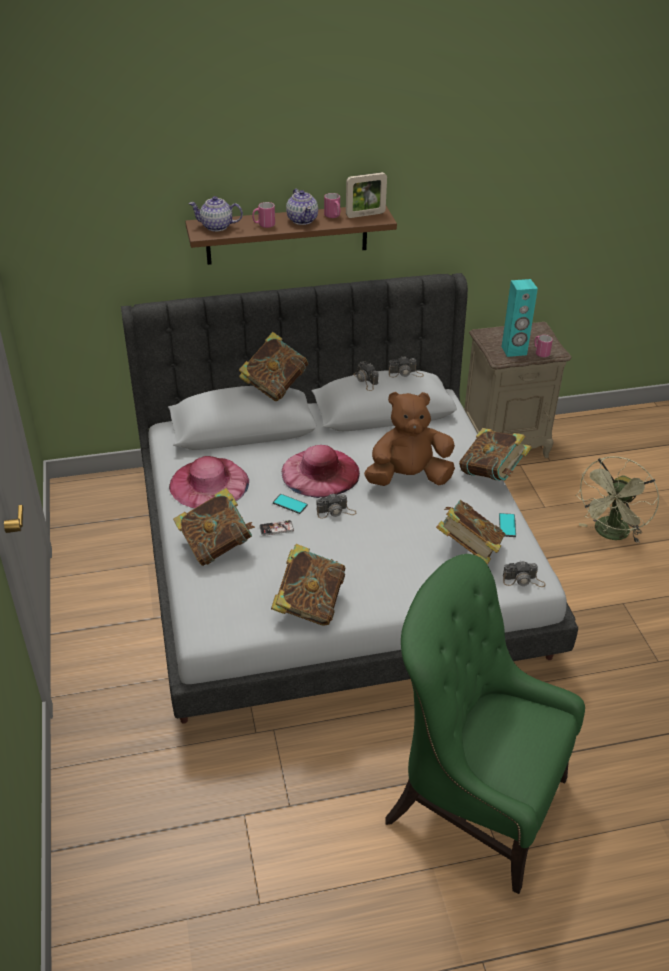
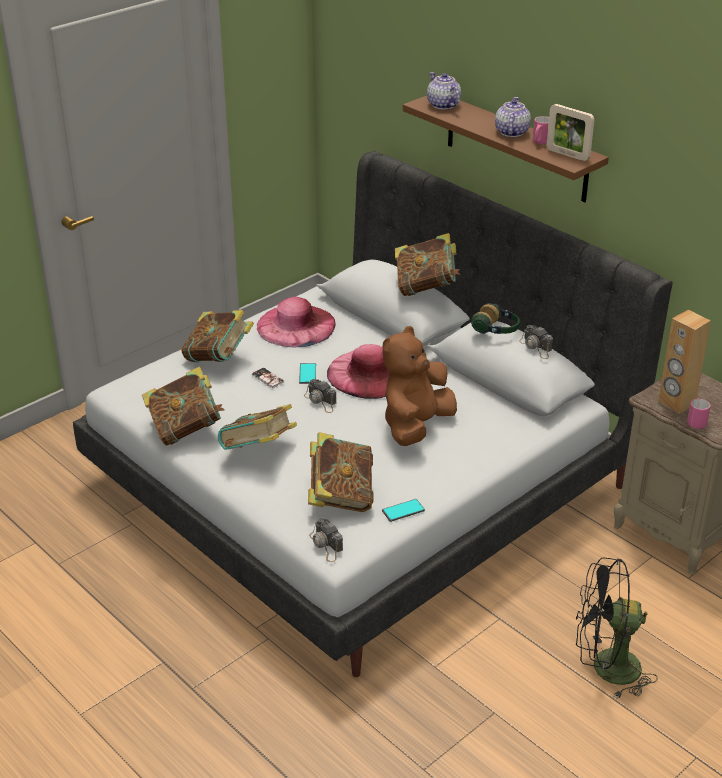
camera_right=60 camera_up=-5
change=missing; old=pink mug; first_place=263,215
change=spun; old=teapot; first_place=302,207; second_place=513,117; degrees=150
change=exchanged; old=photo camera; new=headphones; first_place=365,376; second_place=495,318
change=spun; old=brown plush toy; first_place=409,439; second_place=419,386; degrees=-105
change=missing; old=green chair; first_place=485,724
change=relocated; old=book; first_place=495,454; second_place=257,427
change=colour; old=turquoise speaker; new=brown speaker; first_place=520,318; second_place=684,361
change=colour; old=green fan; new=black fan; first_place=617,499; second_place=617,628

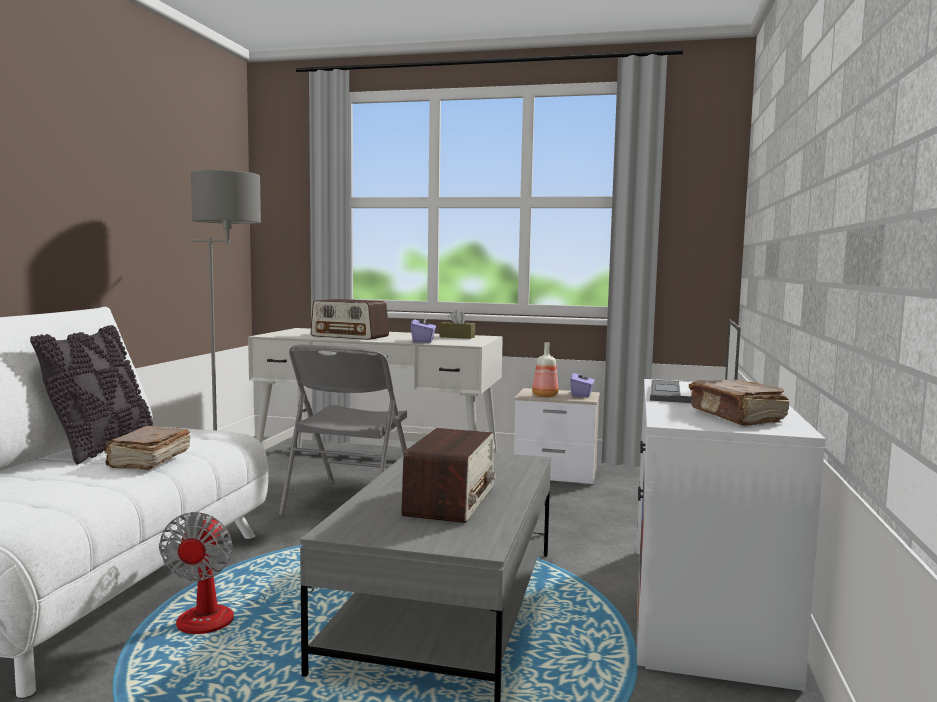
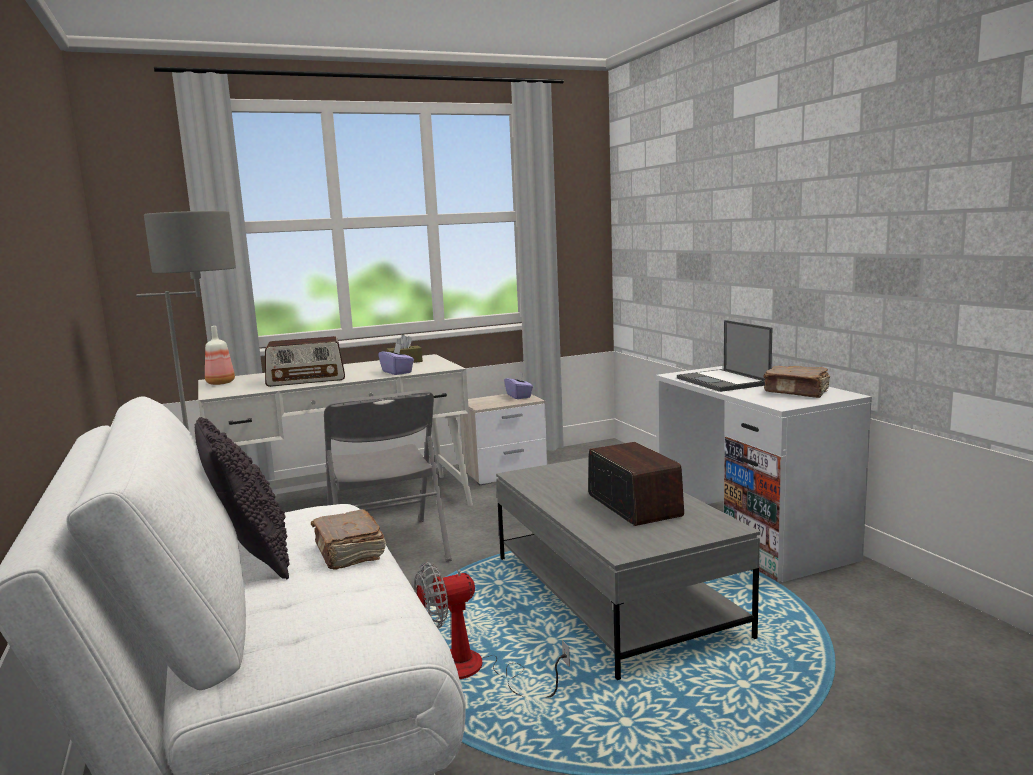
camera_right=-35 camera_up=5
change=spun; old=fan; first_place=236,573; second_place=492,630; degrees=105
change=relocated; old=bottle; first_place=545,369; second_place=220,355

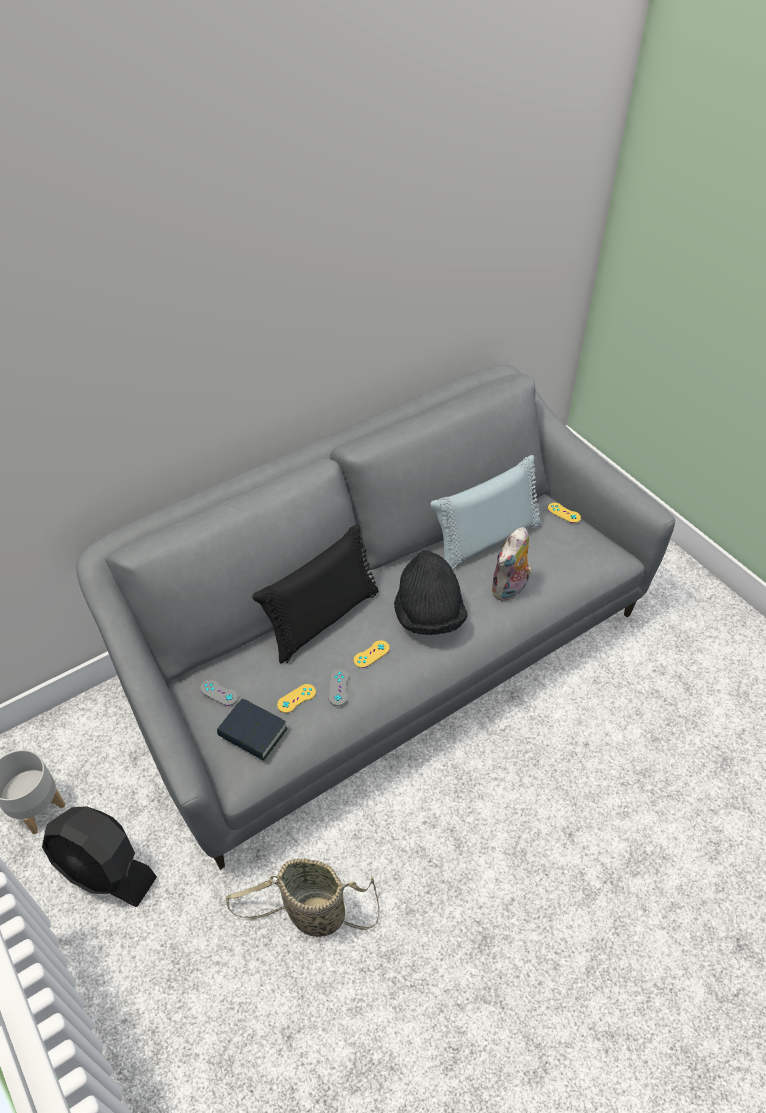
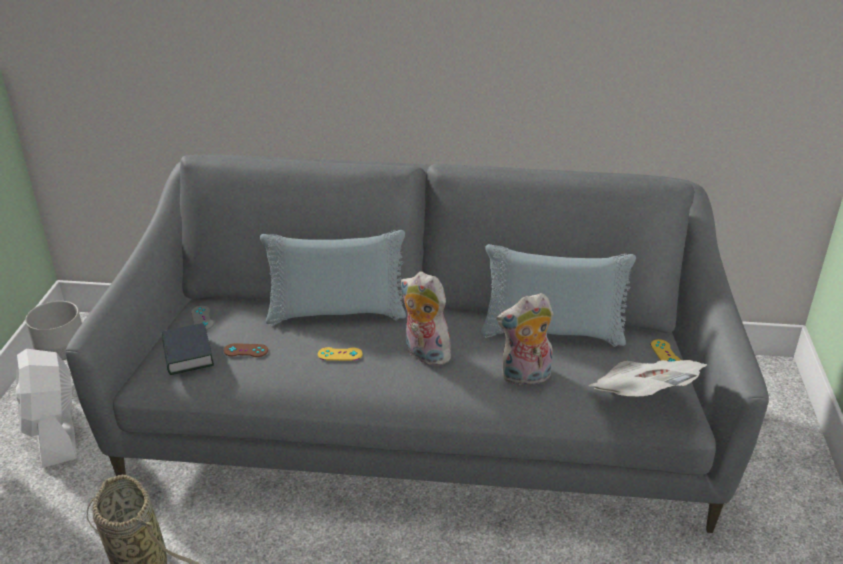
camera_right=40 camera_up=-15
change=colour; old=black fan; new=white fan; first_place=99,856; second_place=46,408
change=colour; old=black pillow; new=blue pillow; first_place=315,594; second_place=333,278
change=colour; old=yellow game controller; new=brown game controller; first_place=296,698; second_place=246,350
change=missing; old=grey game controller; first_place=339,688
change=exchanged; old=black hat; new=plush toy; first_place=431,592; second_place=427,319
change=appeared; new=newspaper; second_place=648,378

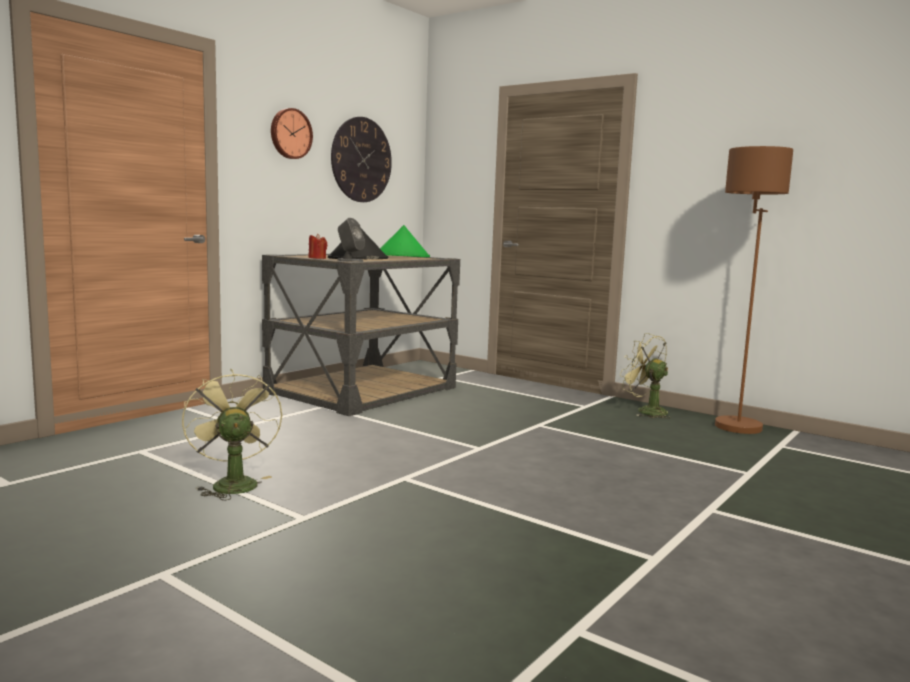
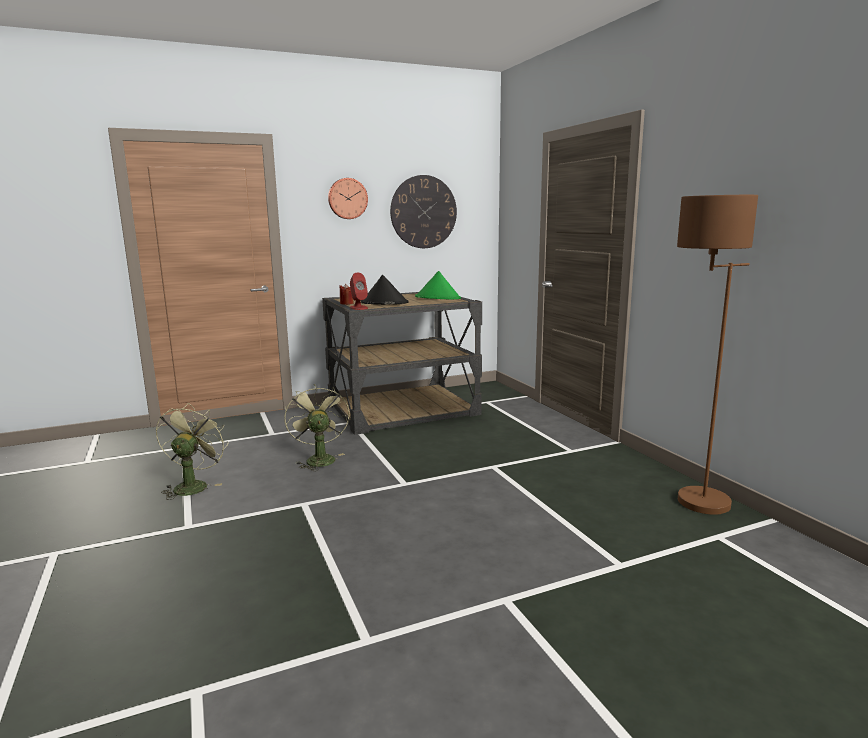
camera_right=30 camera_up=5
change=colour; old=grey speaker; new=red speaker; first_place=351,240; second_place=359,291
change=relocated; old=green fan; first_place=645,376; second_place=317,427

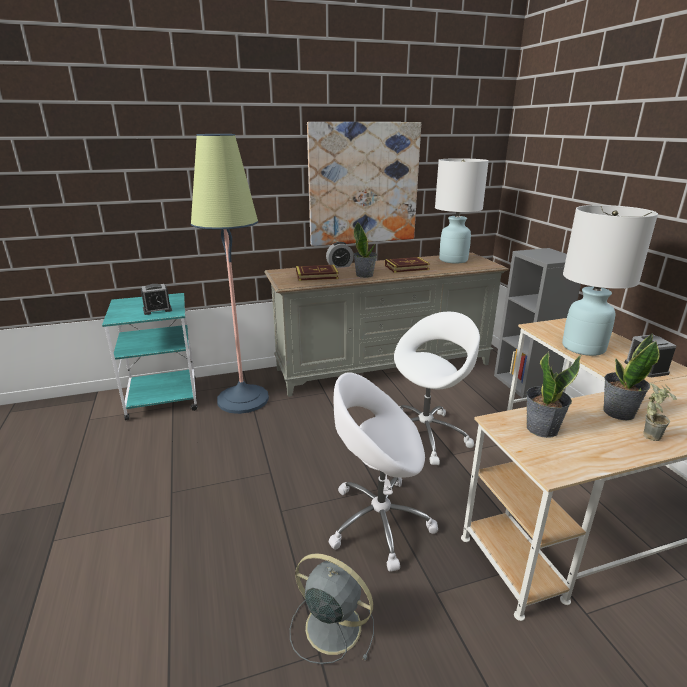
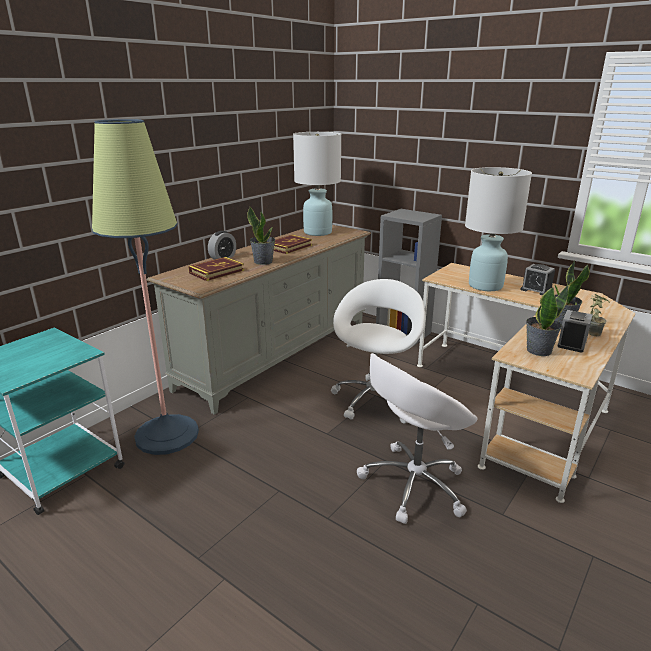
camera_right=-35 camera_up=0
change=relocated; old=alarm clock; first_place=156,299; second_place=575,331
change=missing; old=grey fan; first_place=332,608
change=missing; old=picture; first_place=364,184

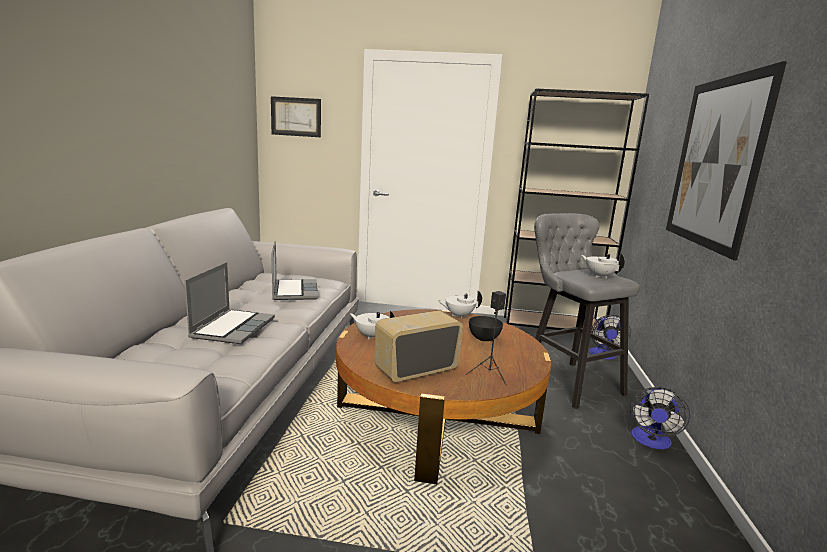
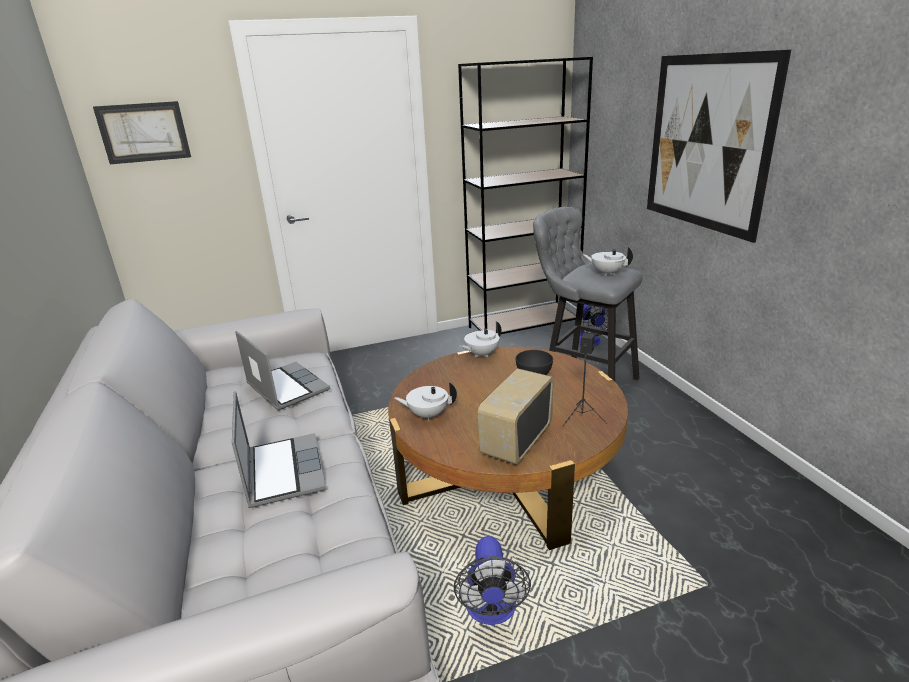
camera_right=-25 camera_up=10
change=relocated; old=fan; first_place=660,418; second_place=492,580

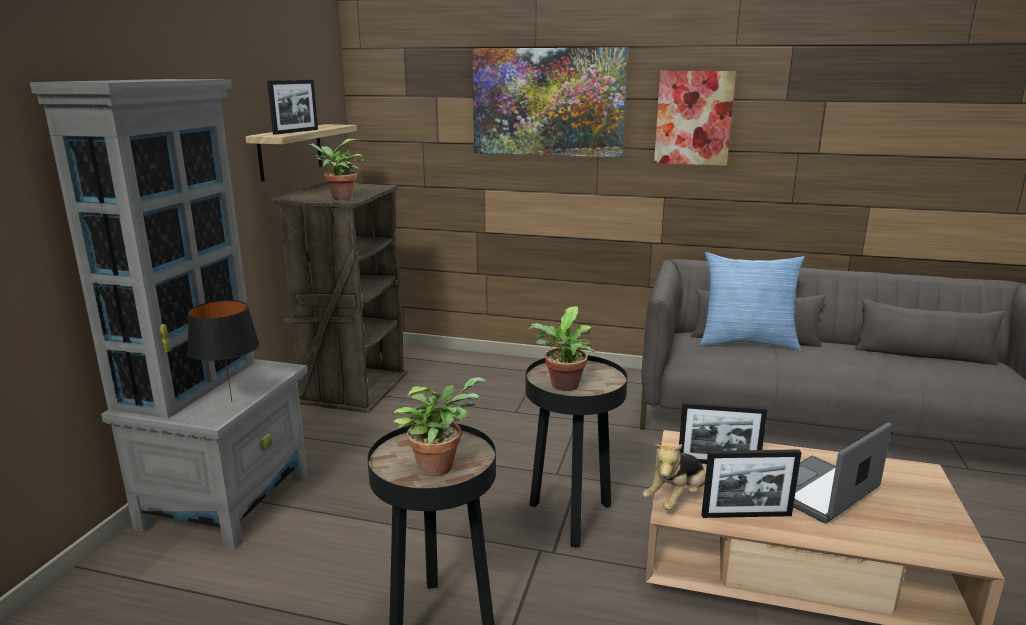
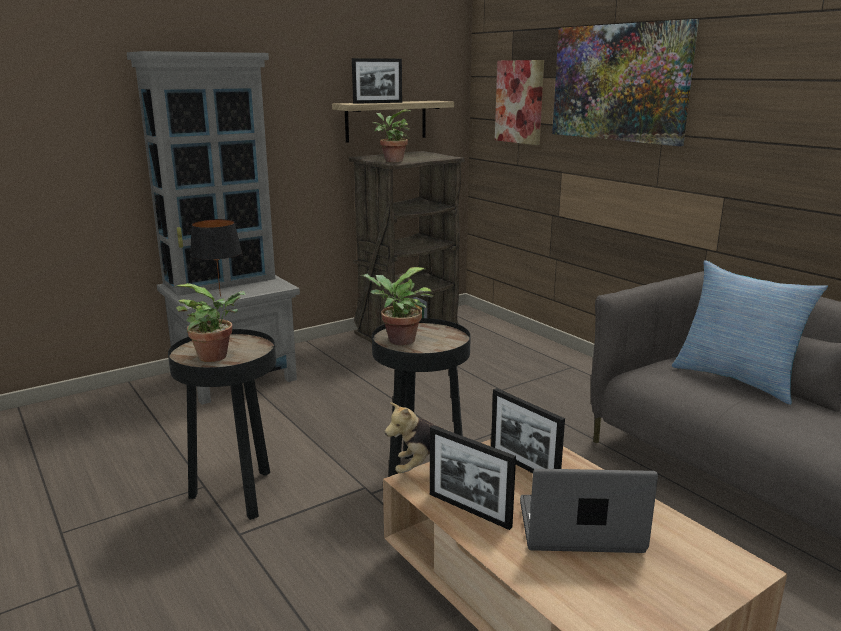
camera_right=40 camera_up=0
change=relocated; old=picture; first_place=695,118; second_place=519,102

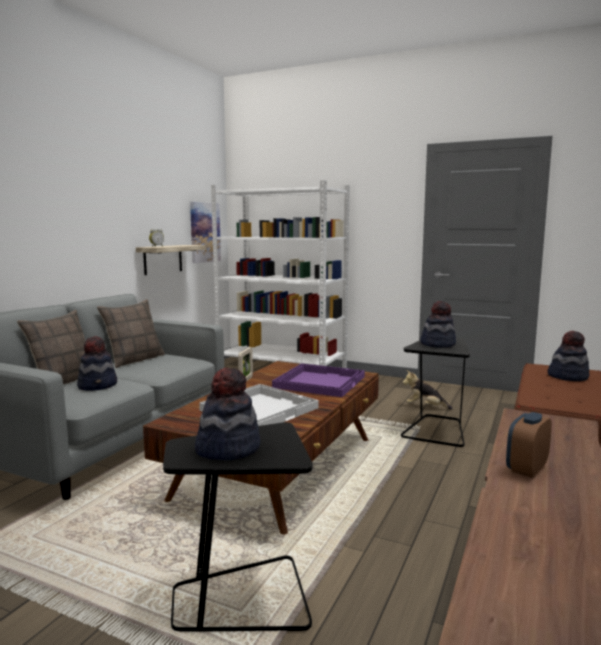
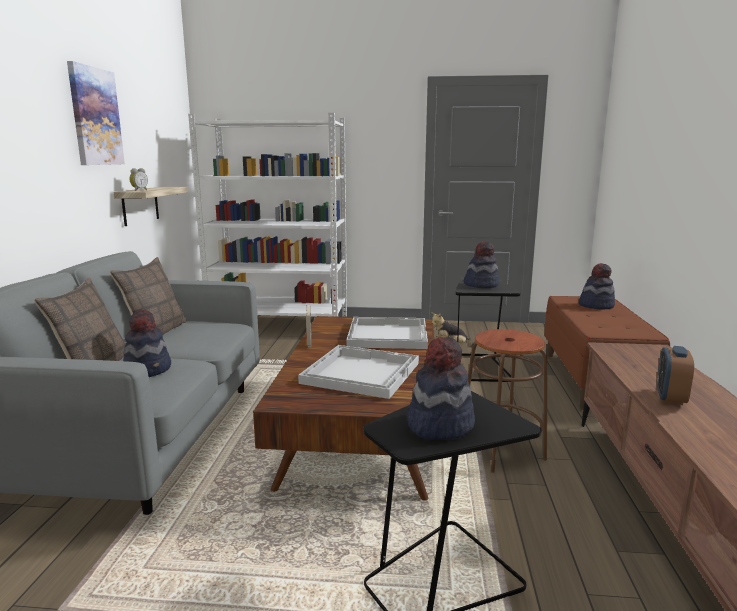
camera_right=-20 camera_up=5
change=relocated; old=picture; first_place=205,232; second_place=96,113
change=colour; old=purple tray; new=white tray; first_place=318,380; second_place=387,333
change=appeared; new=brown stool; second_place=507,401

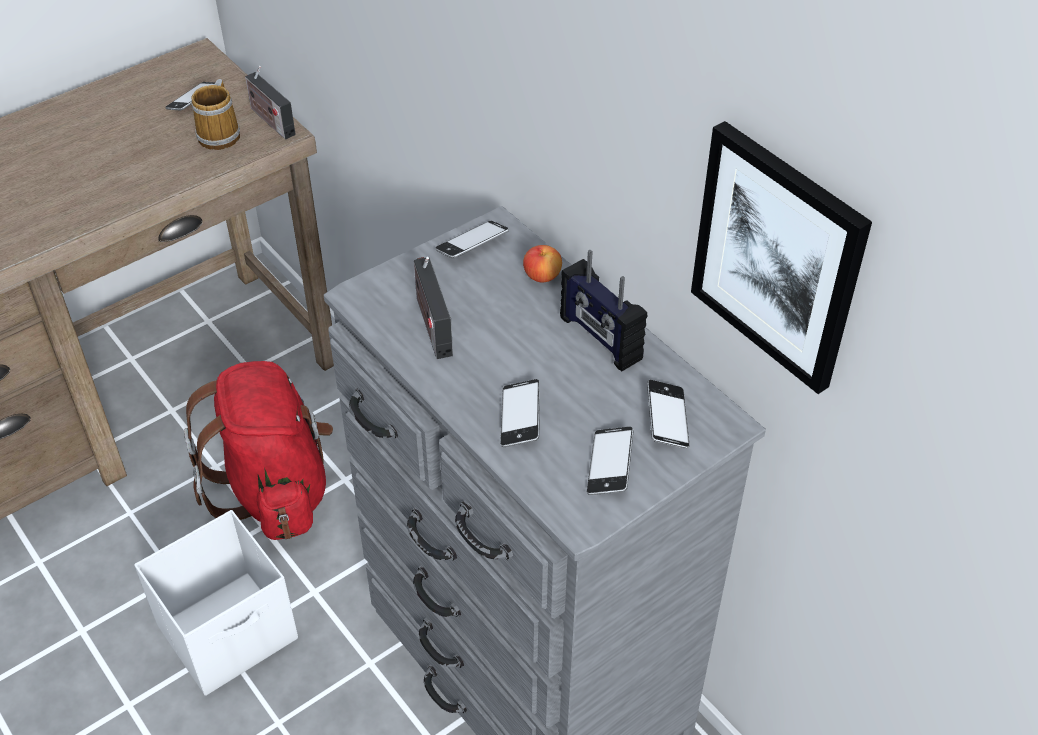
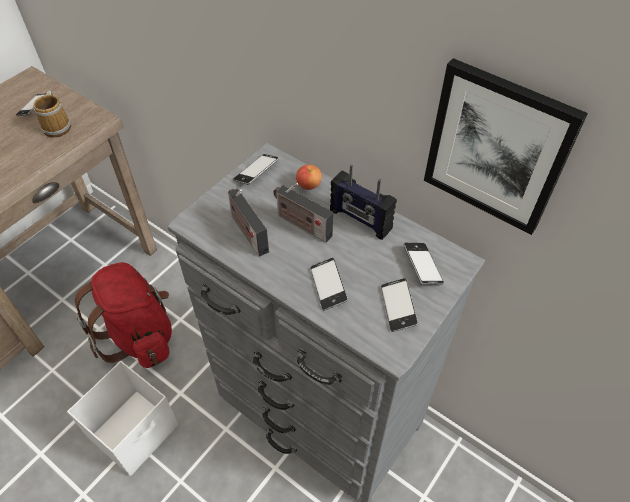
camera_right=-15 camera_up=5
change=relocated; old=radio; first_place=270,102; second_place=303,213

